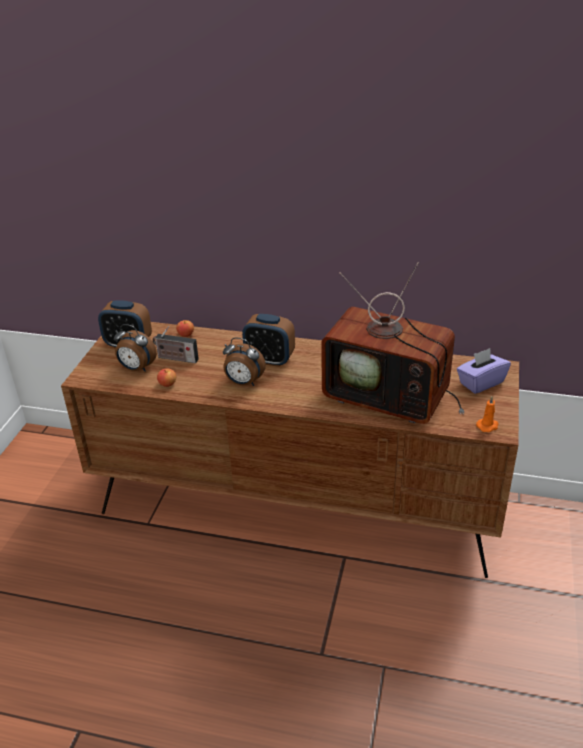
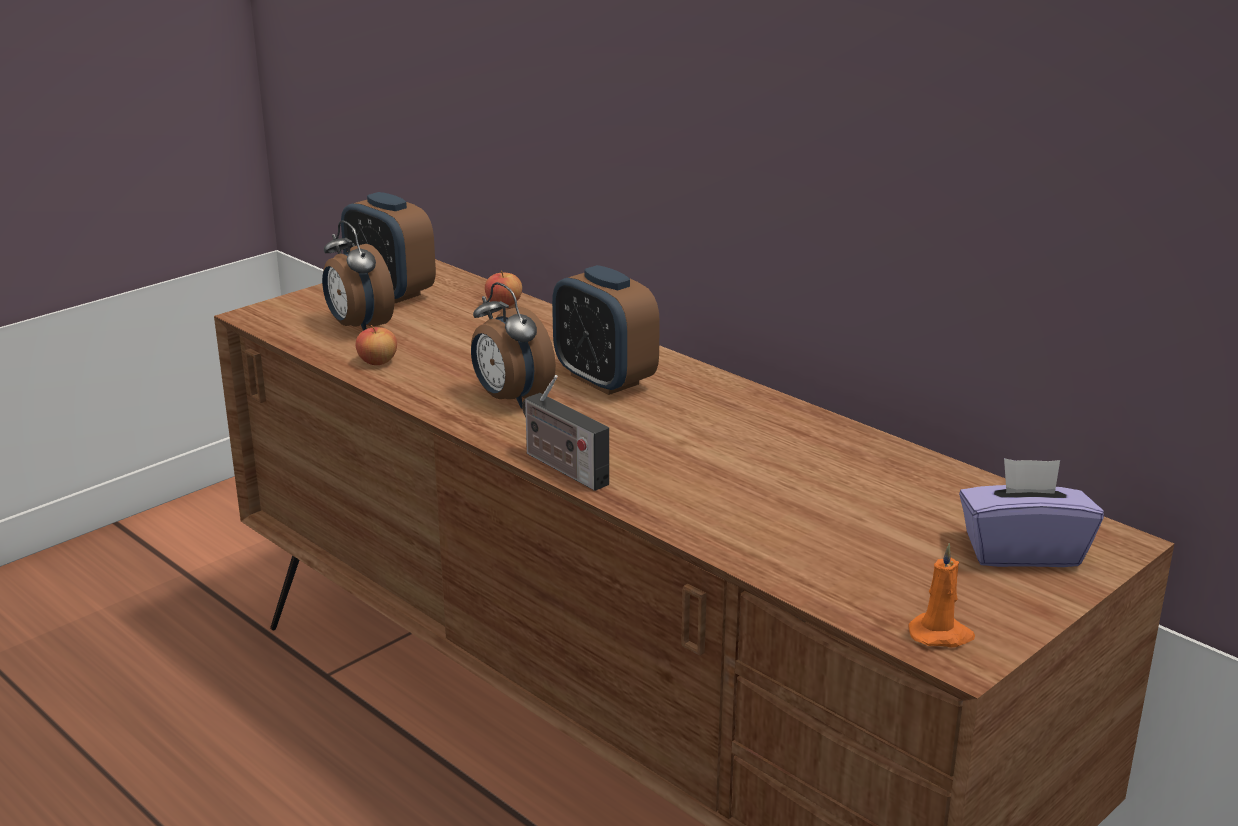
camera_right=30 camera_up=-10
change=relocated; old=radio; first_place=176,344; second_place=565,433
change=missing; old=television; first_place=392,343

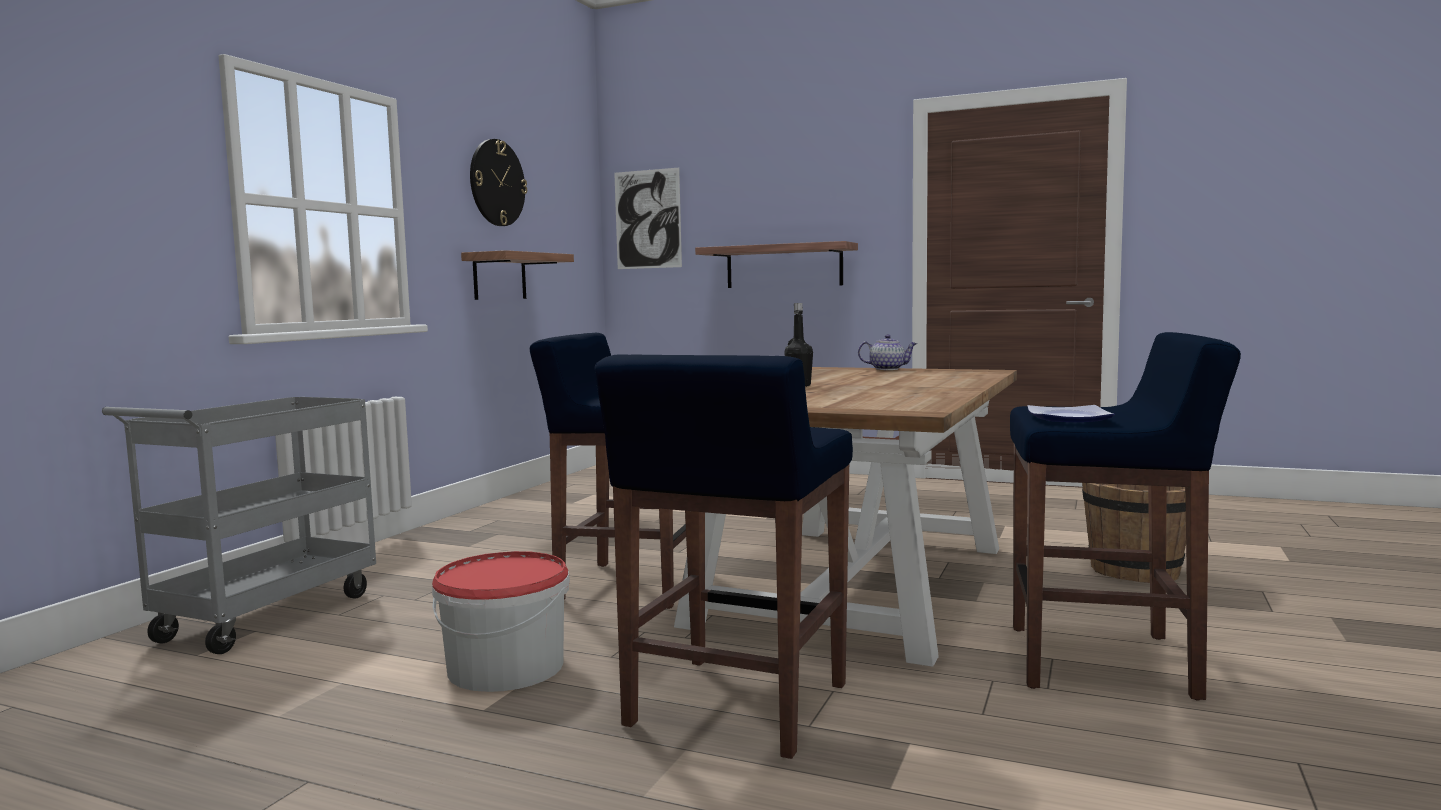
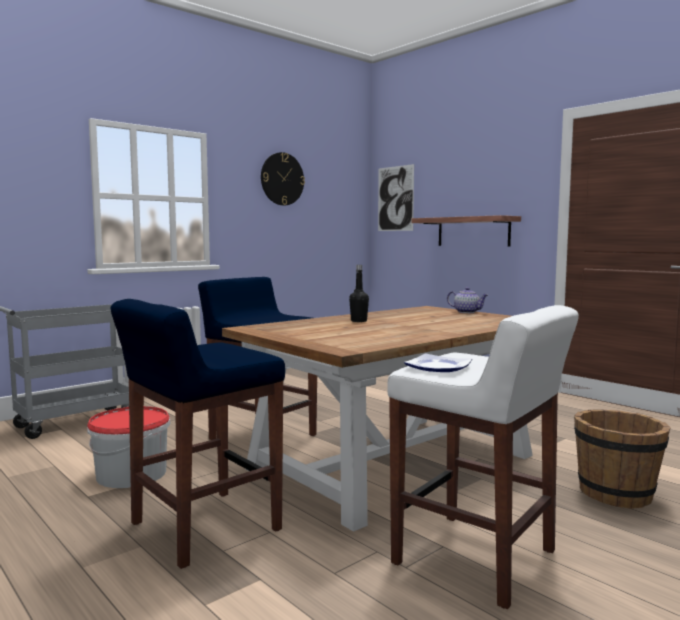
camera_right=25 camera_up=0
change=missing; old=shelf; first_place=517,275
change=colour; old=blue stool; new=white stool; first_place=1125,516; second_place=483,457

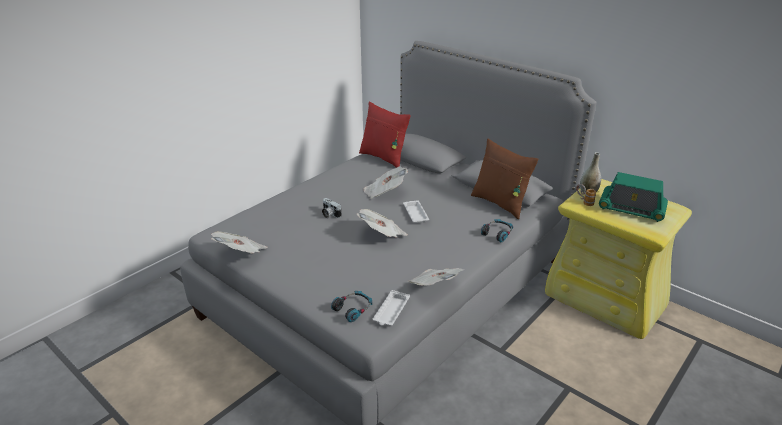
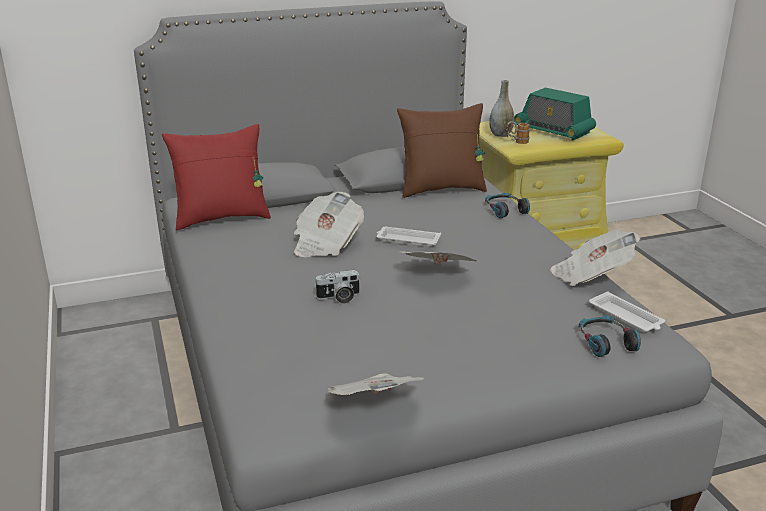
camera_right=-60 camera_up=-5
change=spun; old=radio; first_place=633,197; second_place=555,114; degrees=75

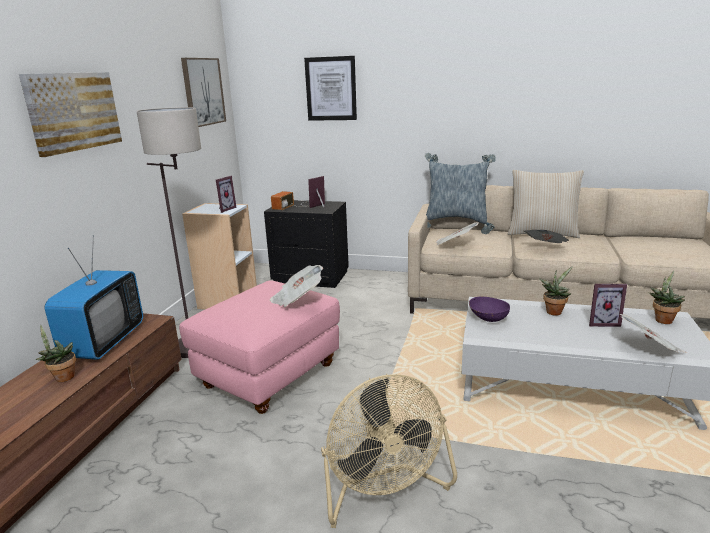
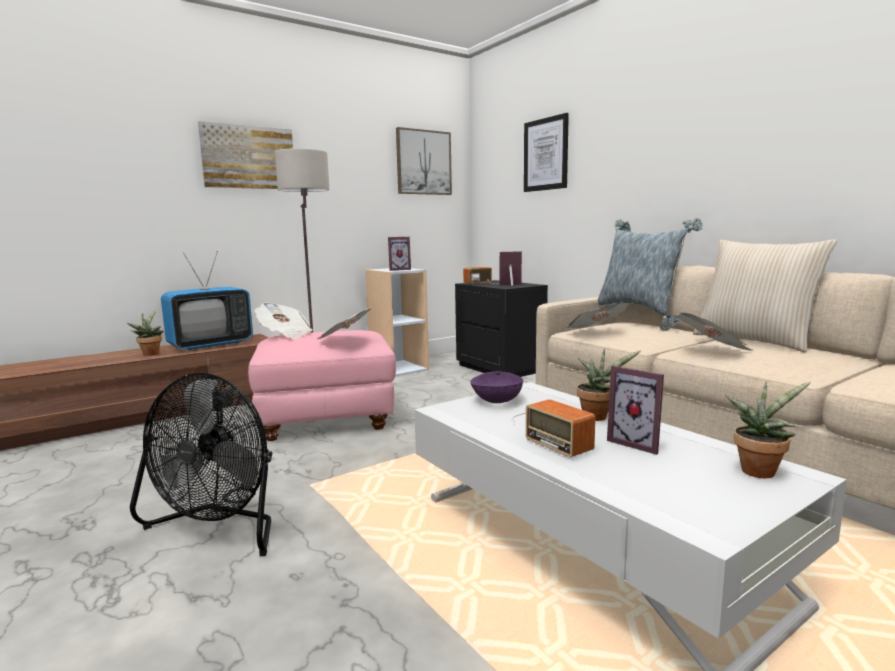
camera_right=40 camera_up=-10
change=colour; old=beige fan; new=black fan; first_place=389,451; second_place=201,464
change=relocated; old=newspaper; first_place=653,333; second_place=283,320
change=appeared; new=radio; second_place=553,428

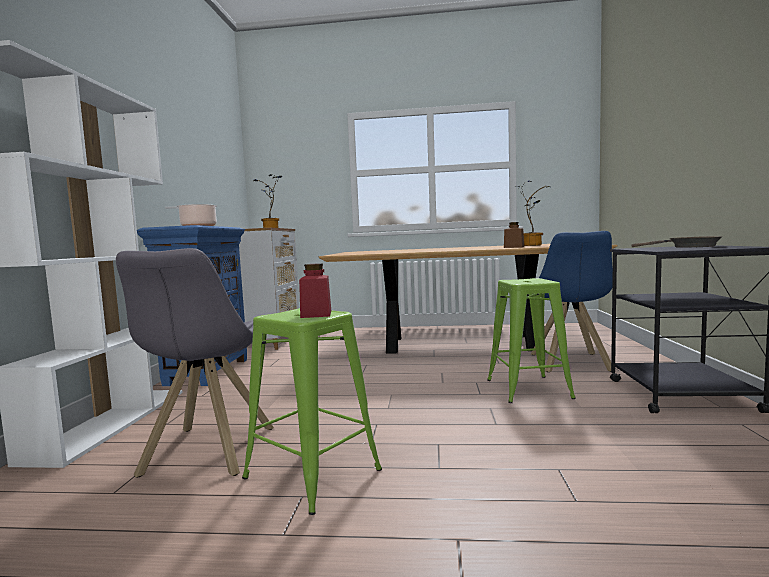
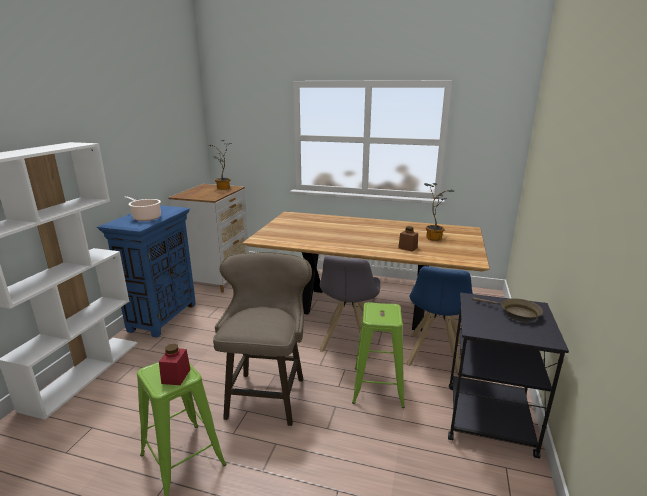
camera_right=10 camera_up=15
change=relocated; old=grey chair; first_place=195,363; second_place=350,307
change=appeared; new=beige stool; second_place=262,339

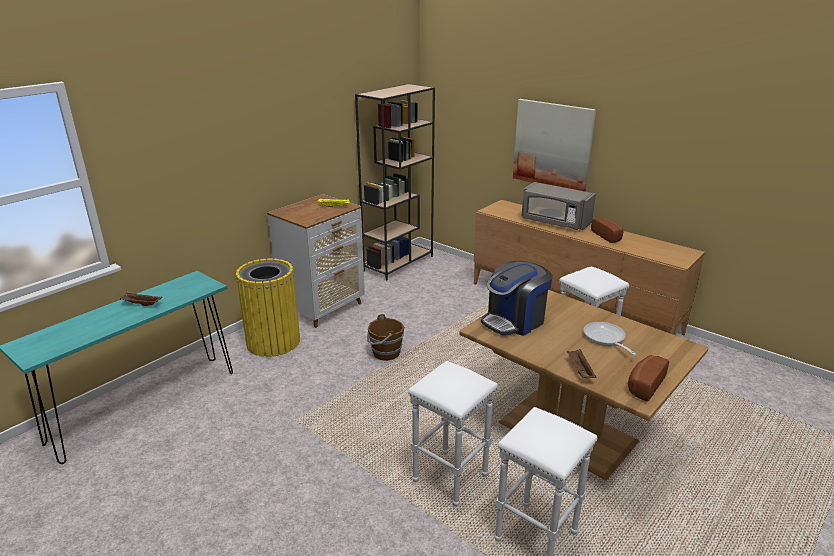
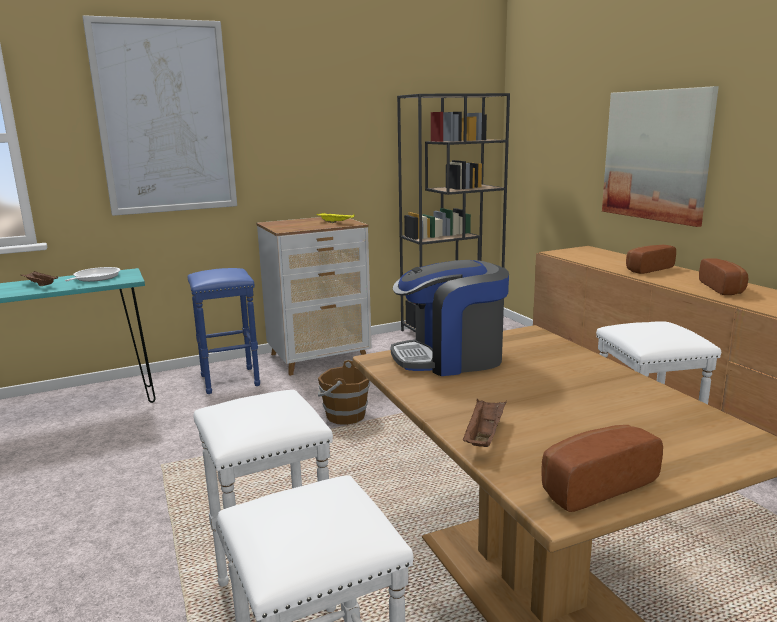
camera_right=25 camera_up=-10
change=exchanged; old=yellow trash can; new=blue stool; first_place=268,307; second_place=223,331
change=exchanged; old=grey microwave; new=bread; first_place=559,206; second_place=651,259
change=relocated; old=frying pan; first_place=610,338; second_place=92,274
change=appeared; new=picture; second_place=159,115

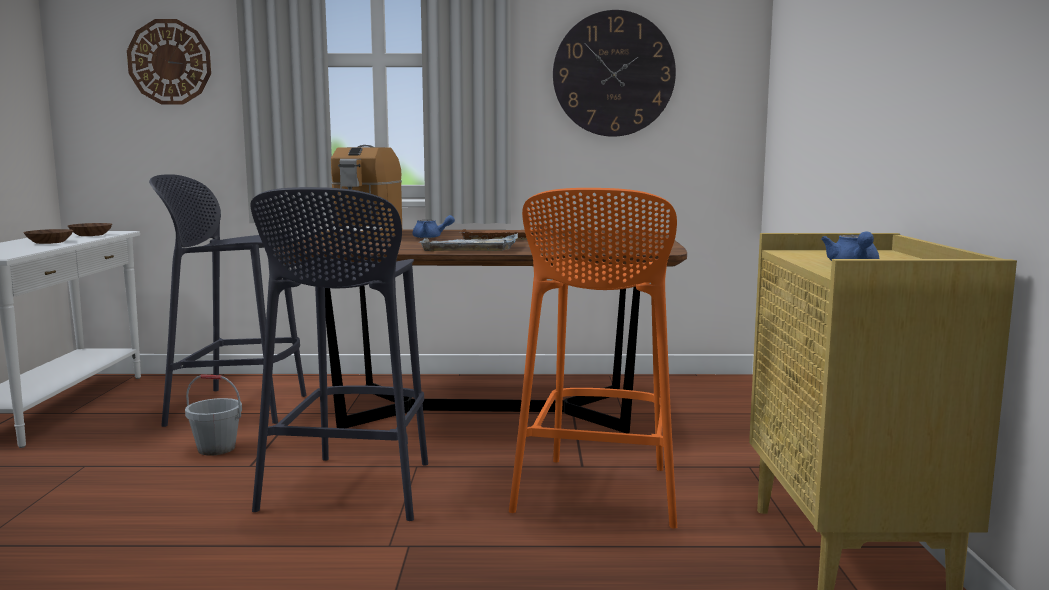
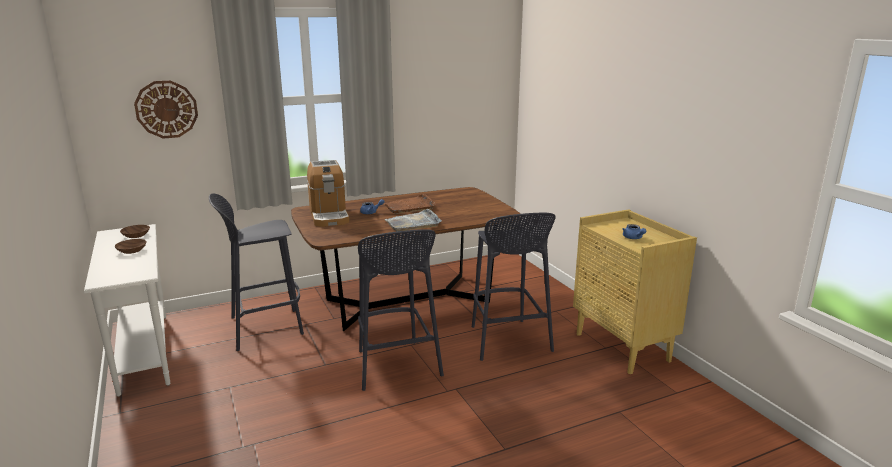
camera_right=-25 camera_up=10
change=missing; old=grey bucket; first_place=213,415
change=colour; old=orange stool; new=grey stool; first_place=593,358; second_place=514,287
change=missing; old=wall clock; first_place=614,73

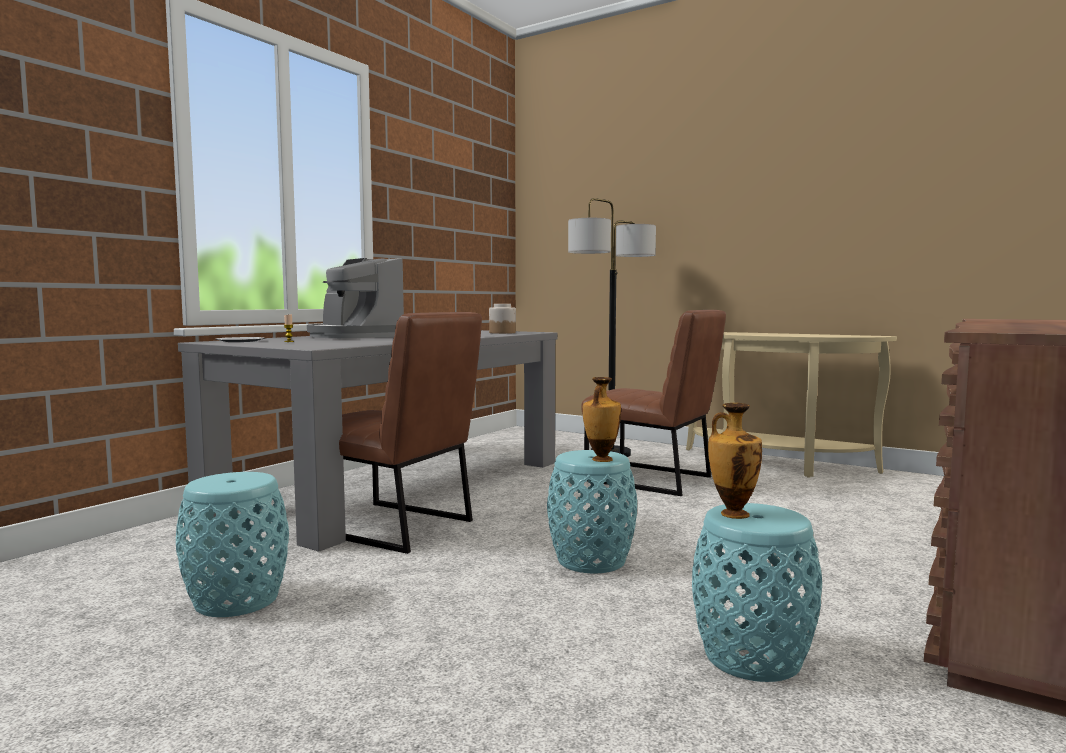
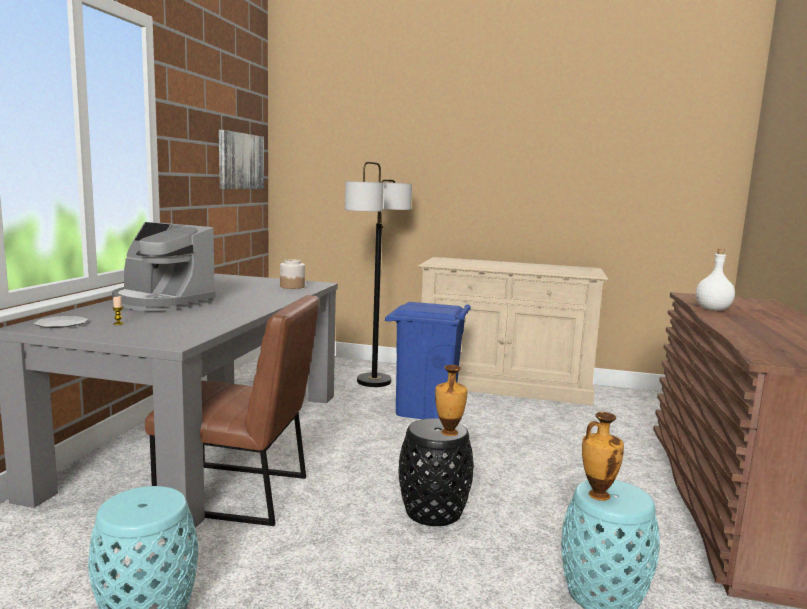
camera_right=-20 camera_up=5
change=colour; old=turquoise stool; new=black stool; first_place=592,511; second_place=436,472
change=exchanged; old=brown chair; new=blue trash can; first_place=653,403; second_place=428,360
change=exchanged; old=beige console table; new=beige cabinet; first_place=791,405; second_place=513,331
change=appeared; new=picture; second_place=241,159
change=appeared; new=white bottle; second_place=715,280

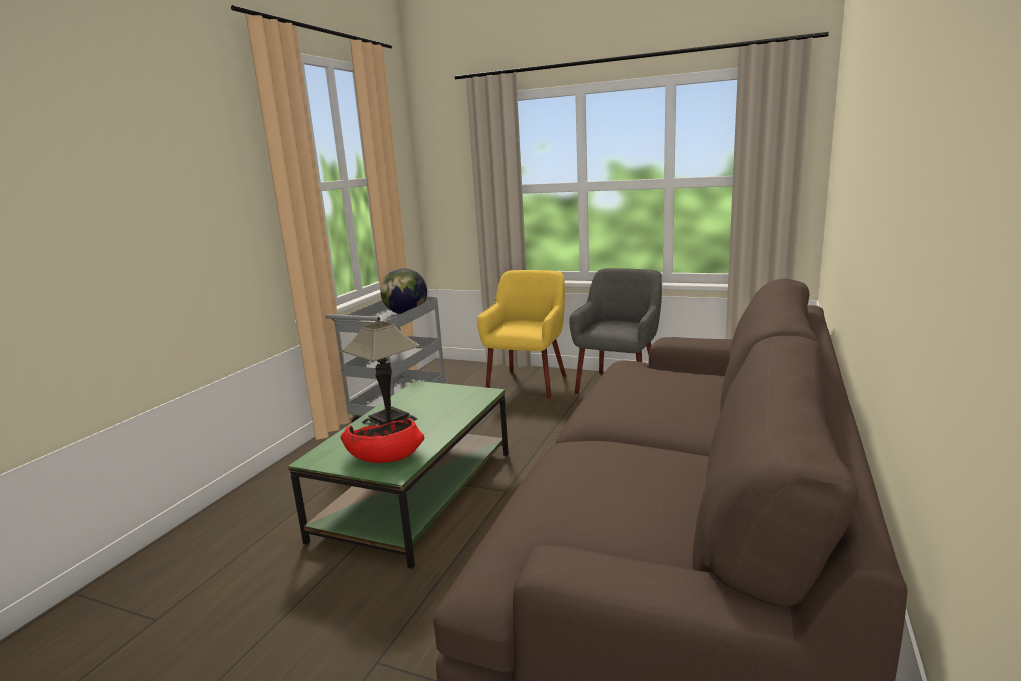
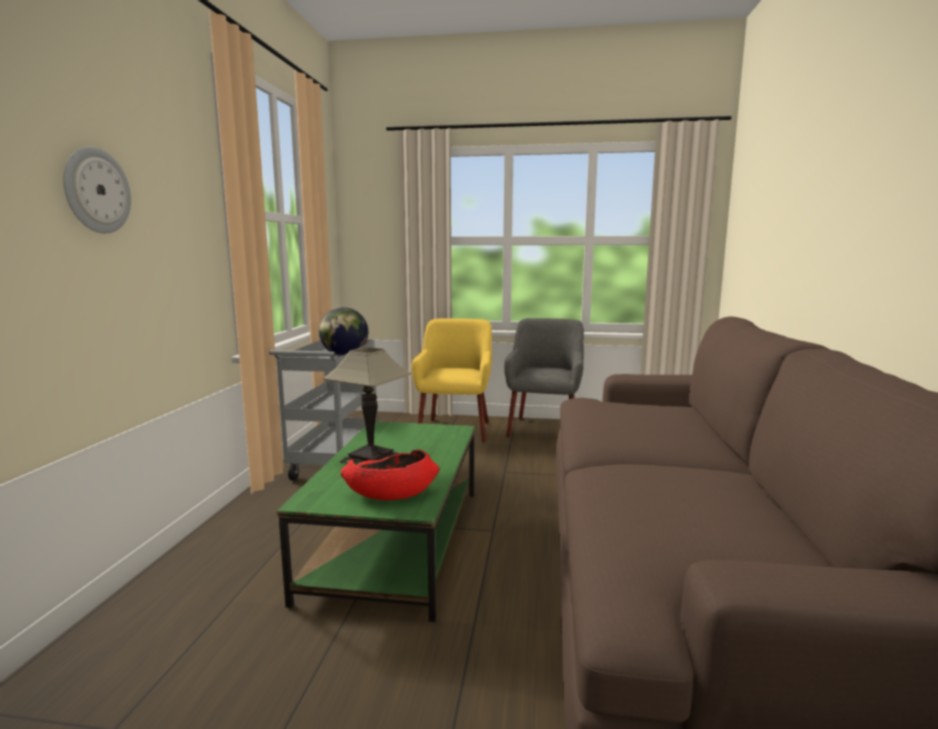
camera_right=-15 camera_up=-5
change=appeared; new=wall clock; second_place=97,190

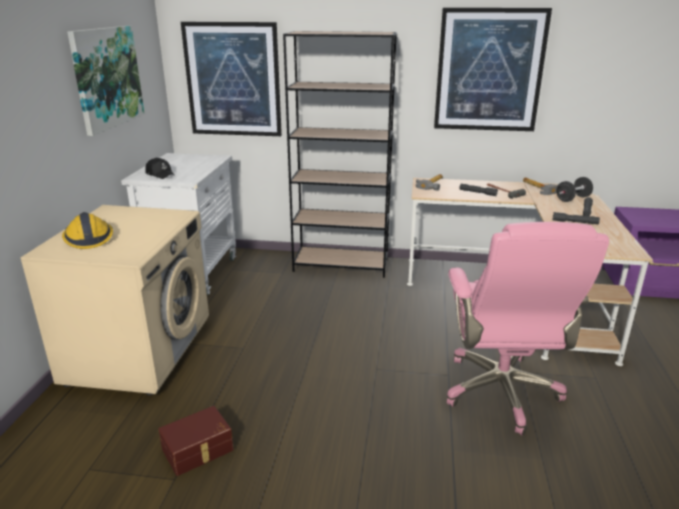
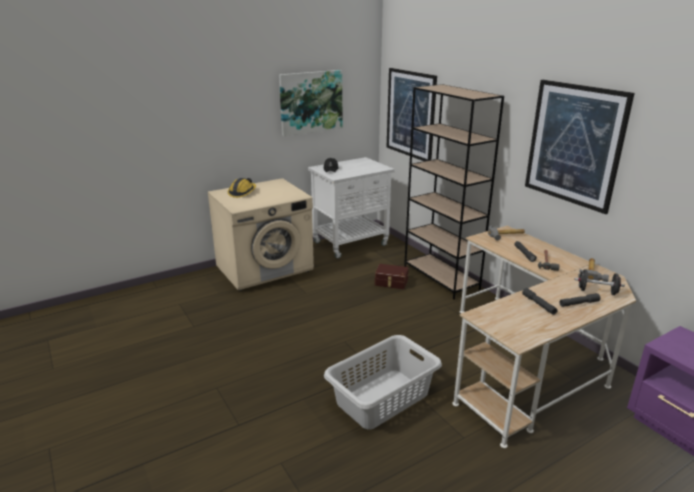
camera_right=50 camera_up=0
change=relocated; old=brown storage box; first_place=196,441; second_place=392,276
change=exchanged; old=pink office chair; new=grey laundry basket; first_place=528,328; second_place=383,382

